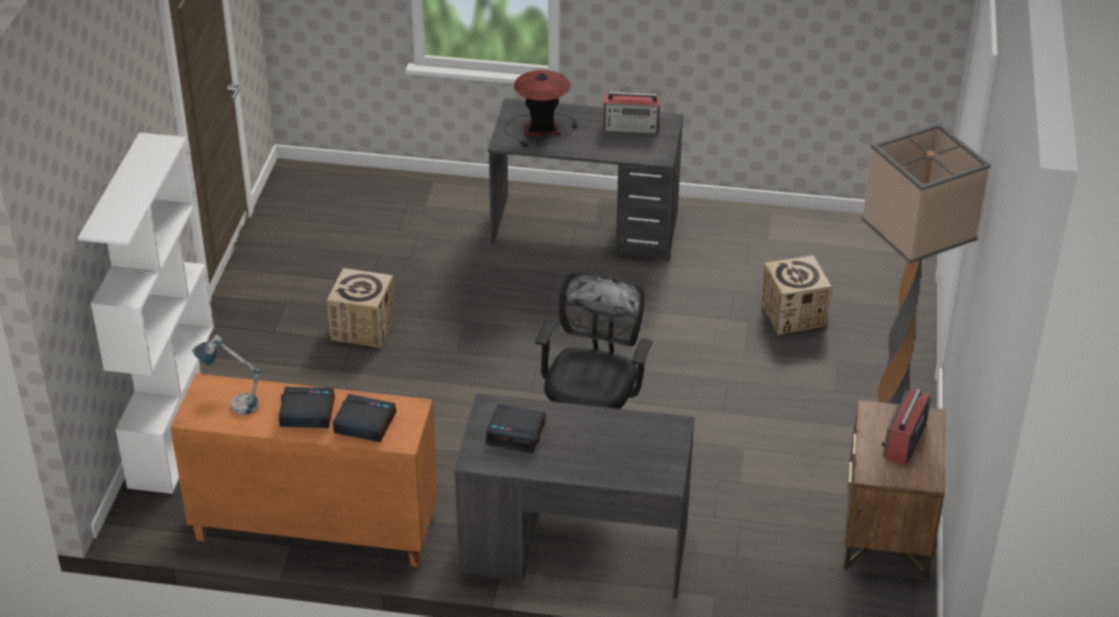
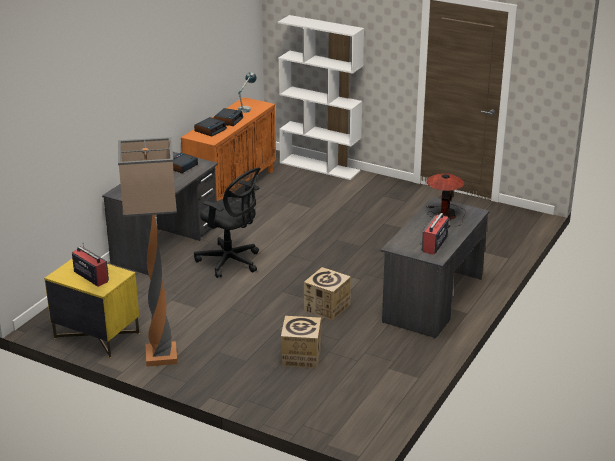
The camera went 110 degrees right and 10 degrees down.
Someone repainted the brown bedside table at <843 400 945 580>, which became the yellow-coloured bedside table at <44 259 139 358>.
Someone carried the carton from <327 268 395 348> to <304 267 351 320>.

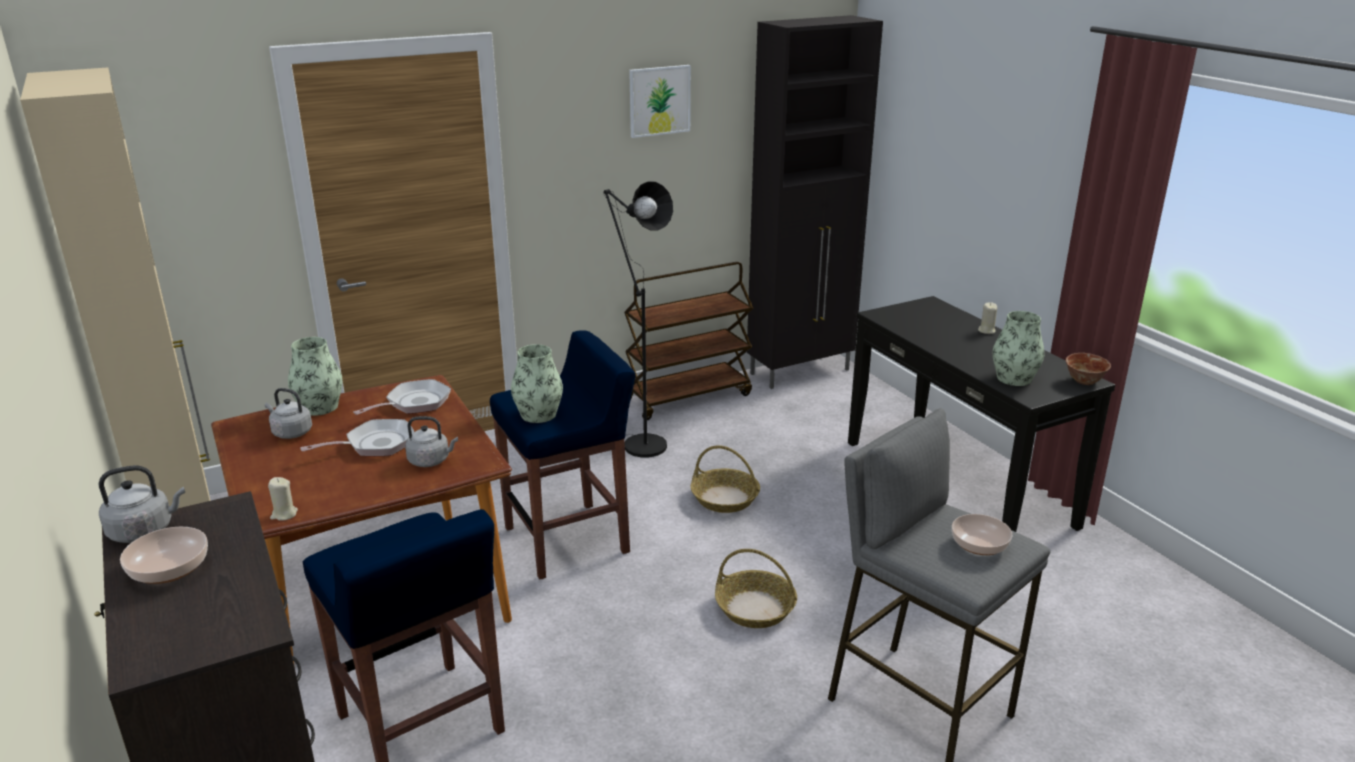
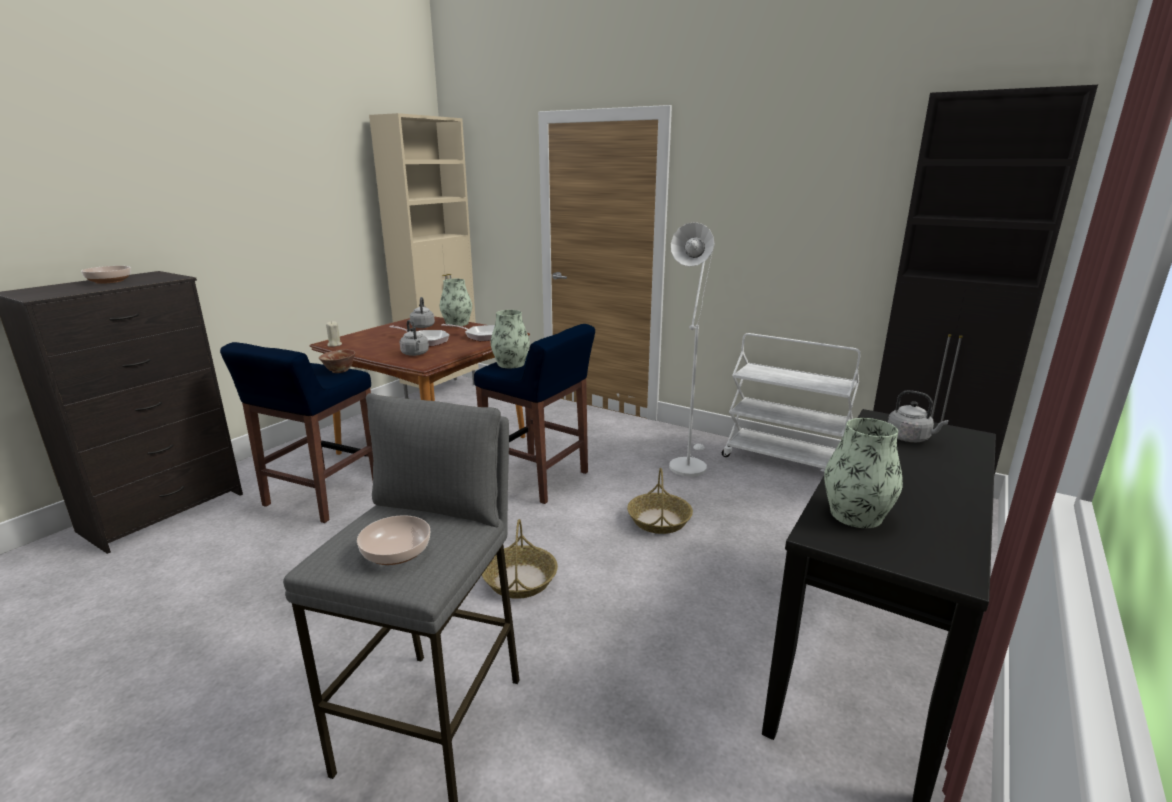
The camera went 60 degrees right and 5 degrees down.
Someone carried the bowl from <1066 353 1111 385> to <319 349 355 373>.
Someone repainted the black standard lamp at <603 181 673 458>, which became the white-coloured standard lamp at <669 222 715 477>.
Someone repainted the brown cart at <624 262 754 420>, which became the white-coloured cart at <722 333 860 472>.
Someone carried the gray water kettle from <99 465 185 543> to <888 390 948 442>.
Someone took away the picture at <629 65 691 138>.
Someone took away the beige-coloured wax candle at <978 302 997 334>.

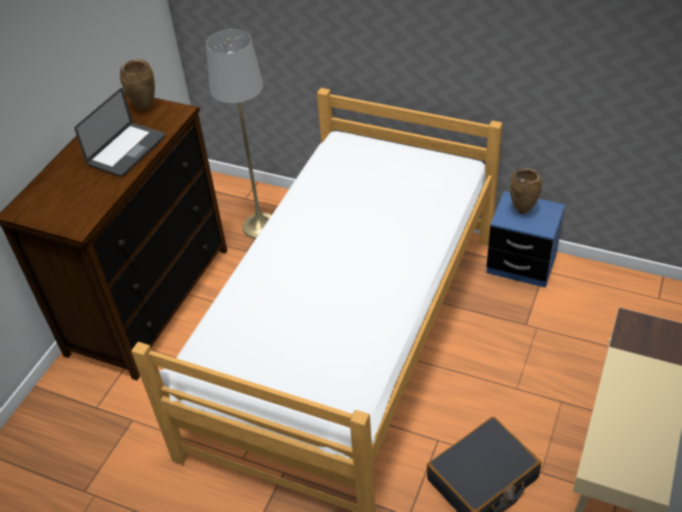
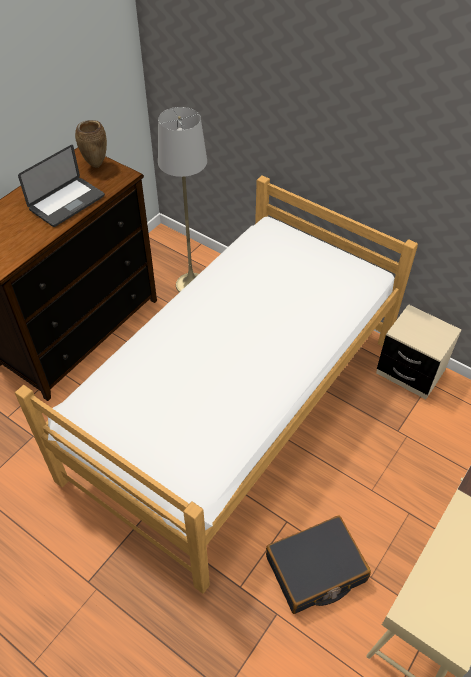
The camera went 10 degrees right and 5 degrees up.
Someone repainted the blue bedside table at <486 191 565 288>, which became the beige-coloured bedside table at <376 304 461 399>.
Someone took away the brown flower vase at <510 168 542 214>.

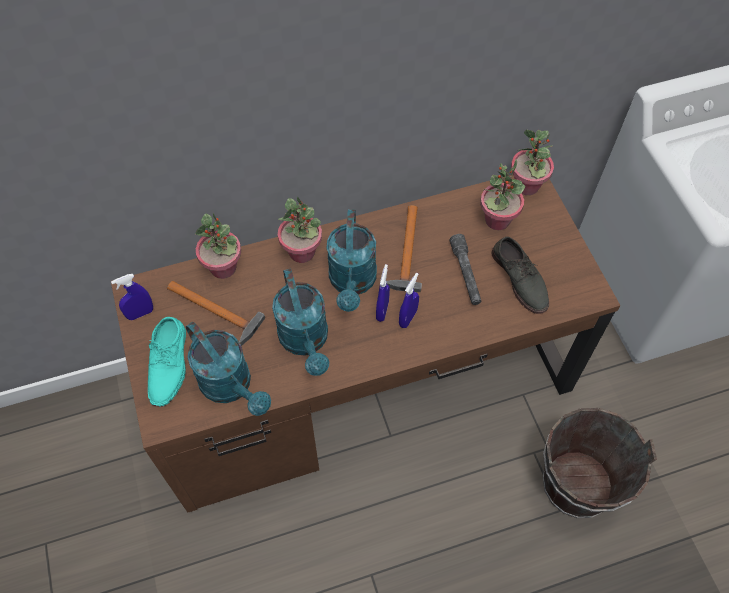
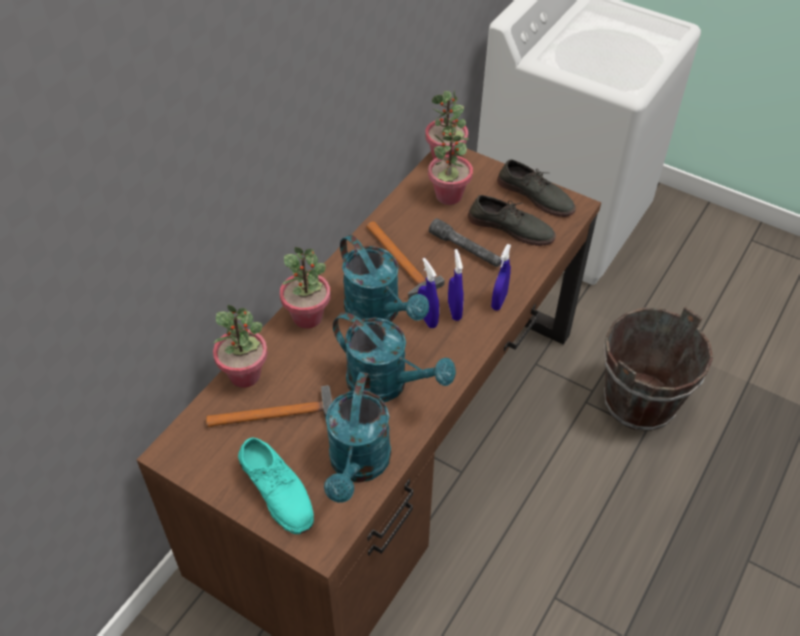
The camera went 40 degrees left and 10 degrees down.
Someone rotated the blue-green watering pot at <186 322 271 416> by 90 degrees clockwise.
Someone carried the blue sprayer from <111 274 153 320> to <491 244 511 311>.
Someone put down the gray shoe at <497 159 576 217>.

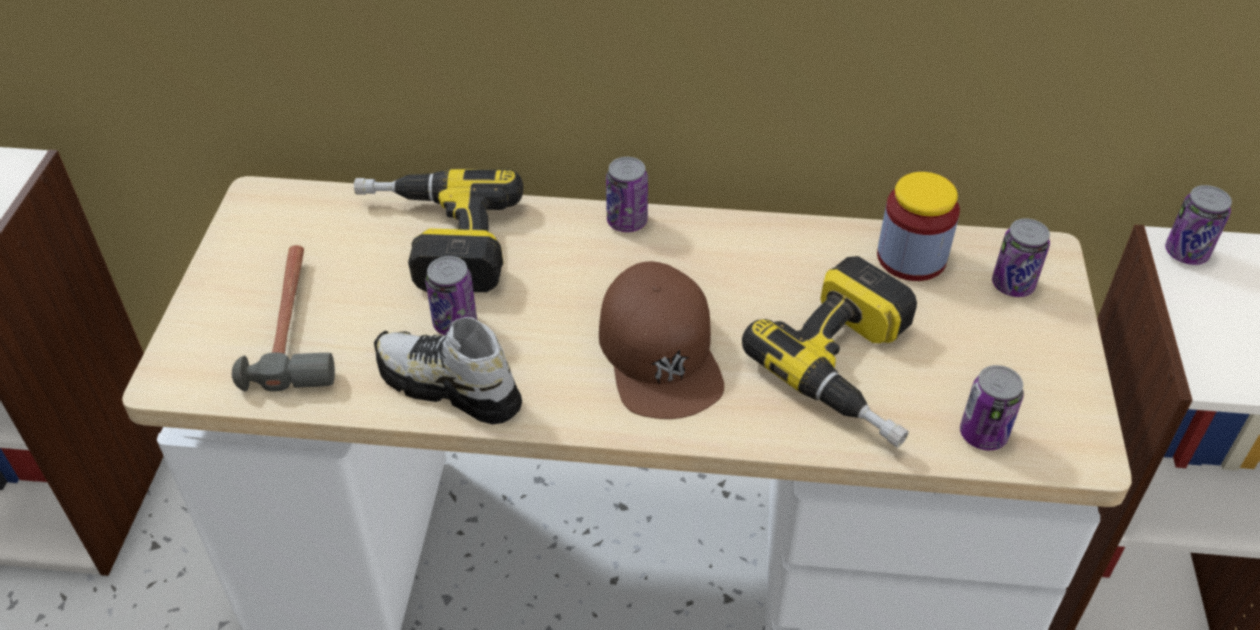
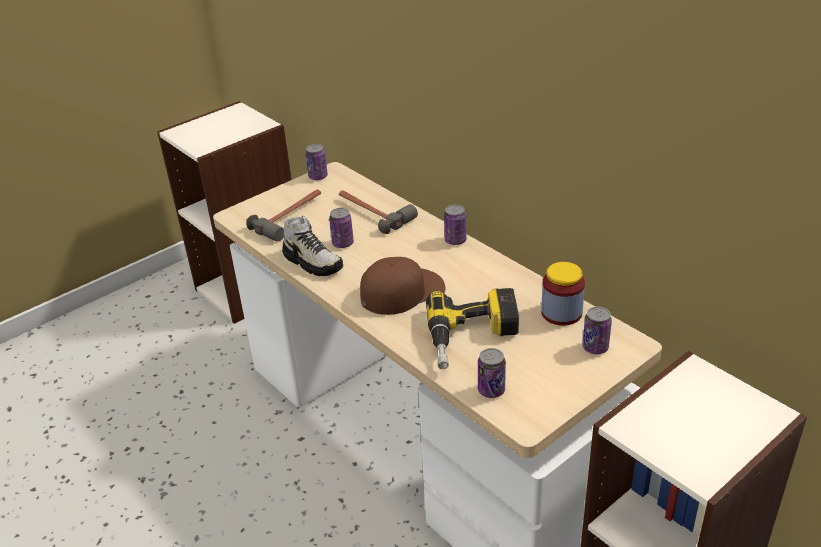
The camera went 45 degrees right and 10 degrees down.
Someone rotated the shoe at <374 317 522 424> by 150 degrees clockwise.
Someone carried the sealed can from <1165 185 1232 265> to <305 144 328 180>.
Someone swapped the electric drill at <354 169 523 292> for the hand hammer at <339 190 418 234>.
Someone rotated the brown peaked cap at <599 261 724 419> by 150 degrees counterclockwise.

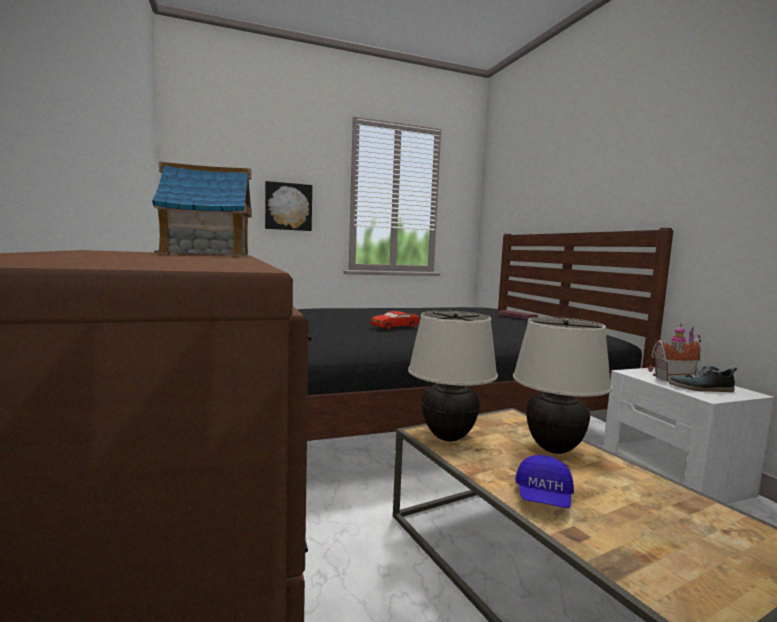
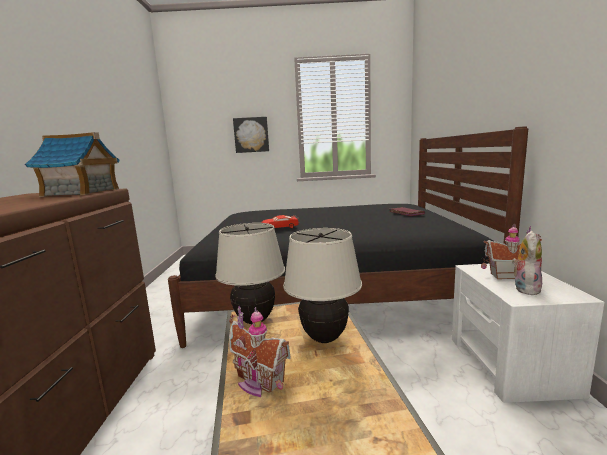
The camera went 20 degrees right and 5 degrees up.
Someone swapped the blue peaked cap at <515 455 574 508> for the toy house at <229 306 291 397>.
Someone swapped the shoe at <669 365 737 392> for the cuddly toy at <512 231 542 295>.

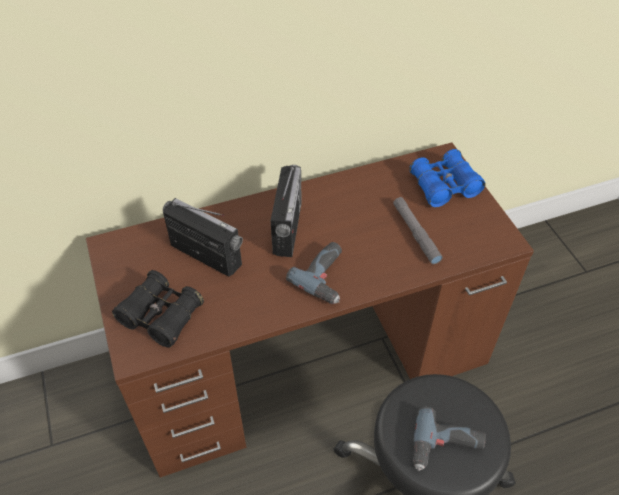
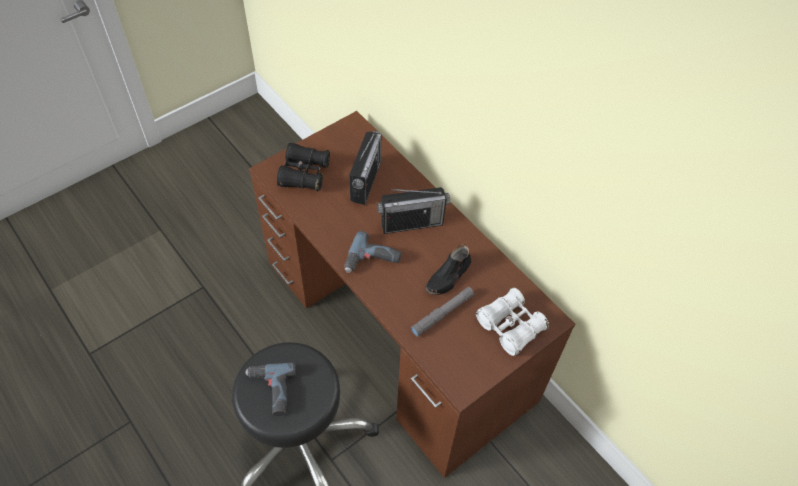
The camera went 70 degrees right and 5 degrees up.
Someone put down the black shoe at <425 245 471 295>.
Someone repainted the blue field glasses at <409 149 486 207>, which became the white-coloured field glasses at <476 287 549 356>.

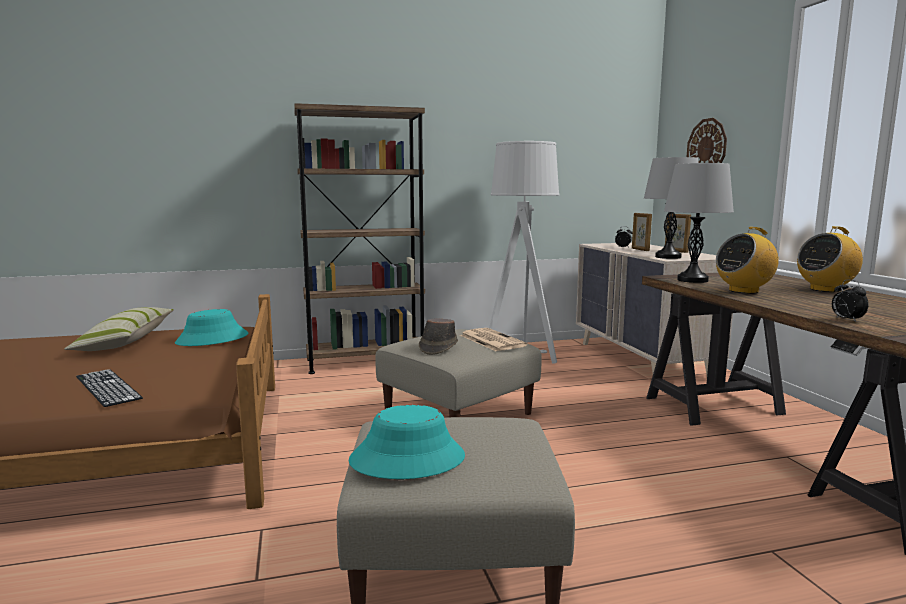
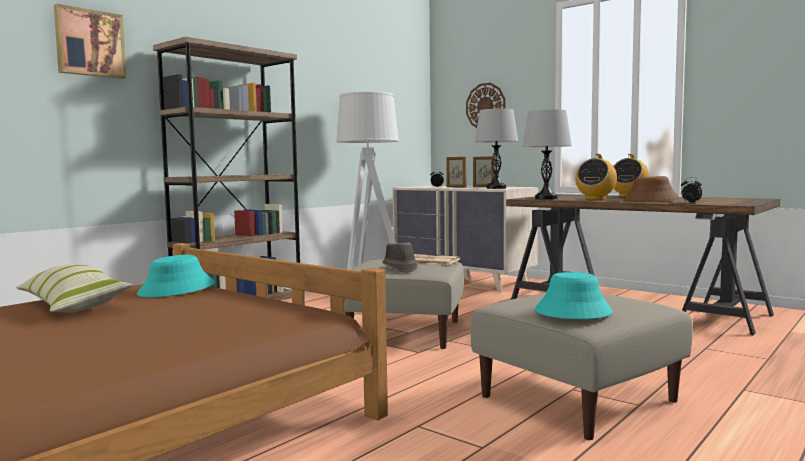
The camera went 35 degrees left and 5 degrees down.
Someone put up the picture at <54 4 126 79>.
Someone put down the brown wearable hat at <623 176 680 201>.
Someone took away the computer keyboard at <76 369 143 407>.

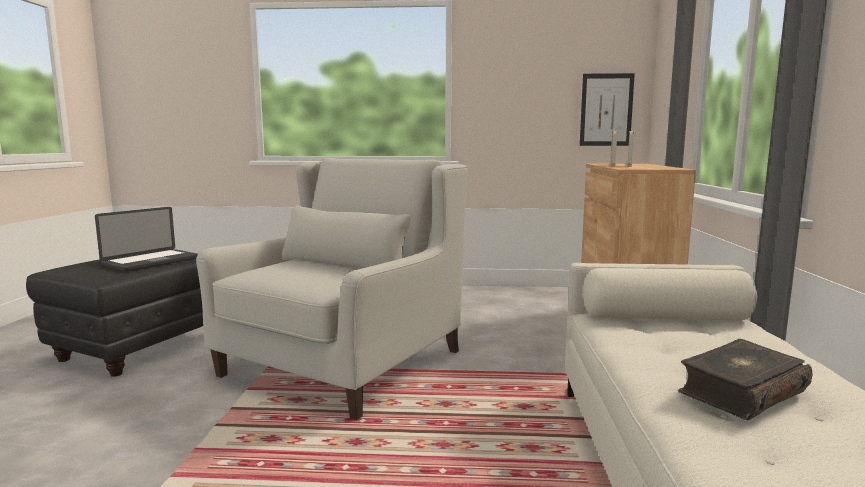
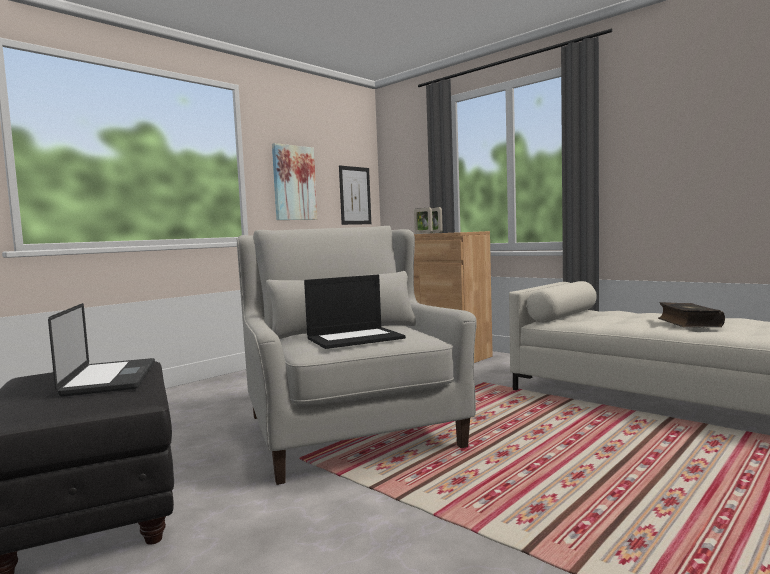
The camera went 50 degrees left and 5 degrees down.
Someone put up the picture at <272 143 317 220>.
Someone put down the laptop at <304 275 406 349>.

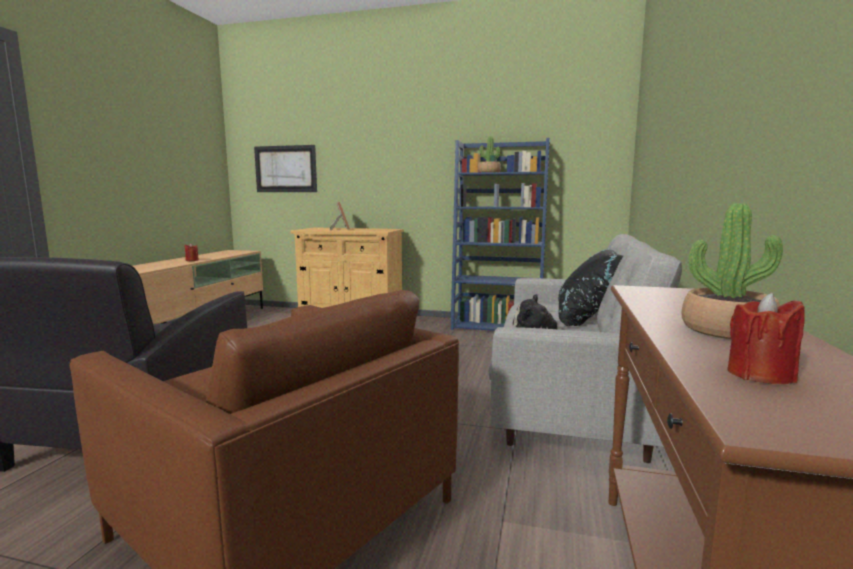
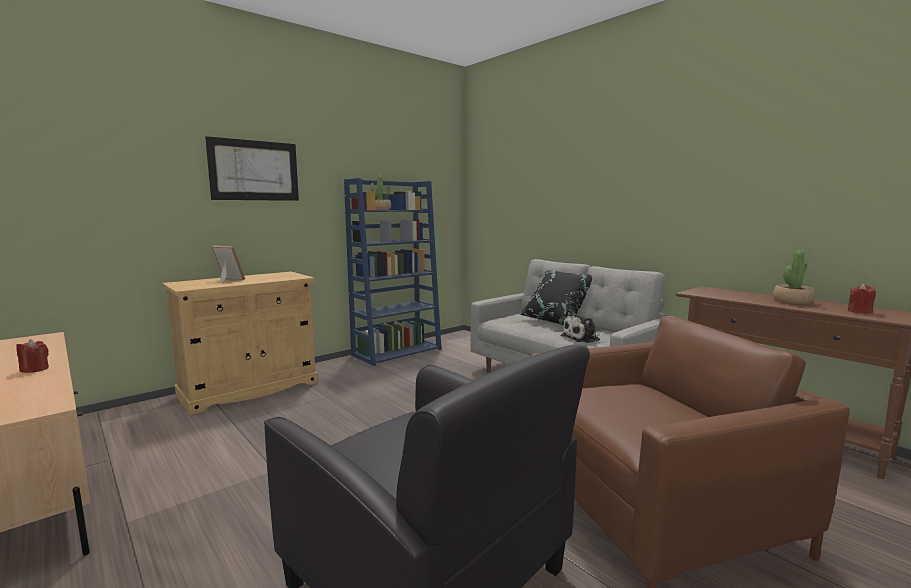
The camera went 55 degrees left and 0 degrees up.
Someone carried the picture from <254 145 317 192> to <205 136 299 201>.

